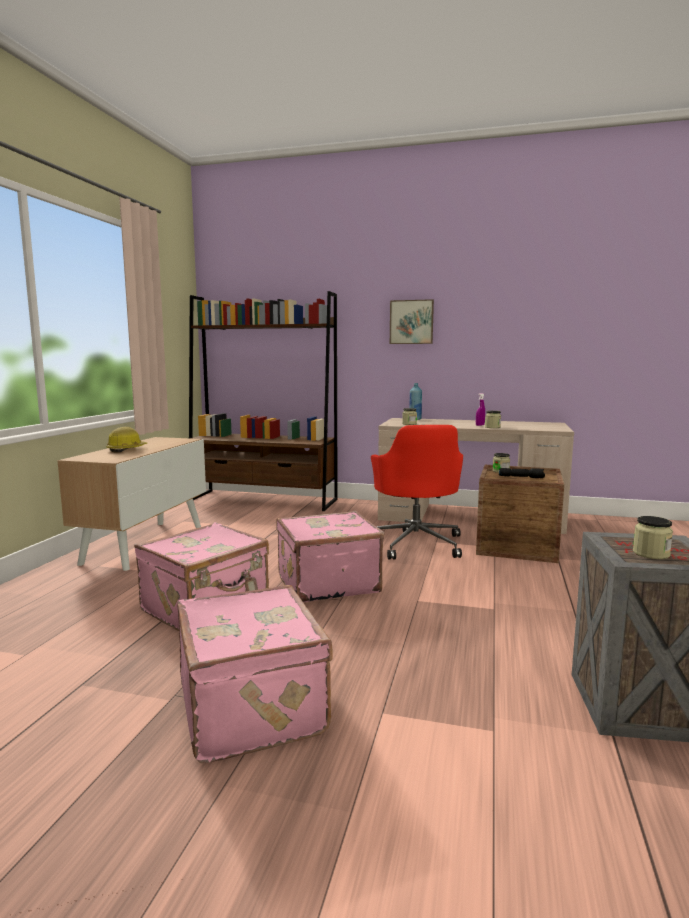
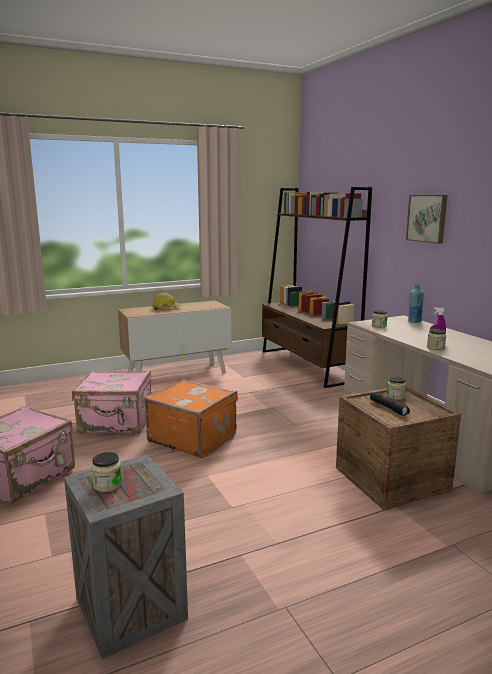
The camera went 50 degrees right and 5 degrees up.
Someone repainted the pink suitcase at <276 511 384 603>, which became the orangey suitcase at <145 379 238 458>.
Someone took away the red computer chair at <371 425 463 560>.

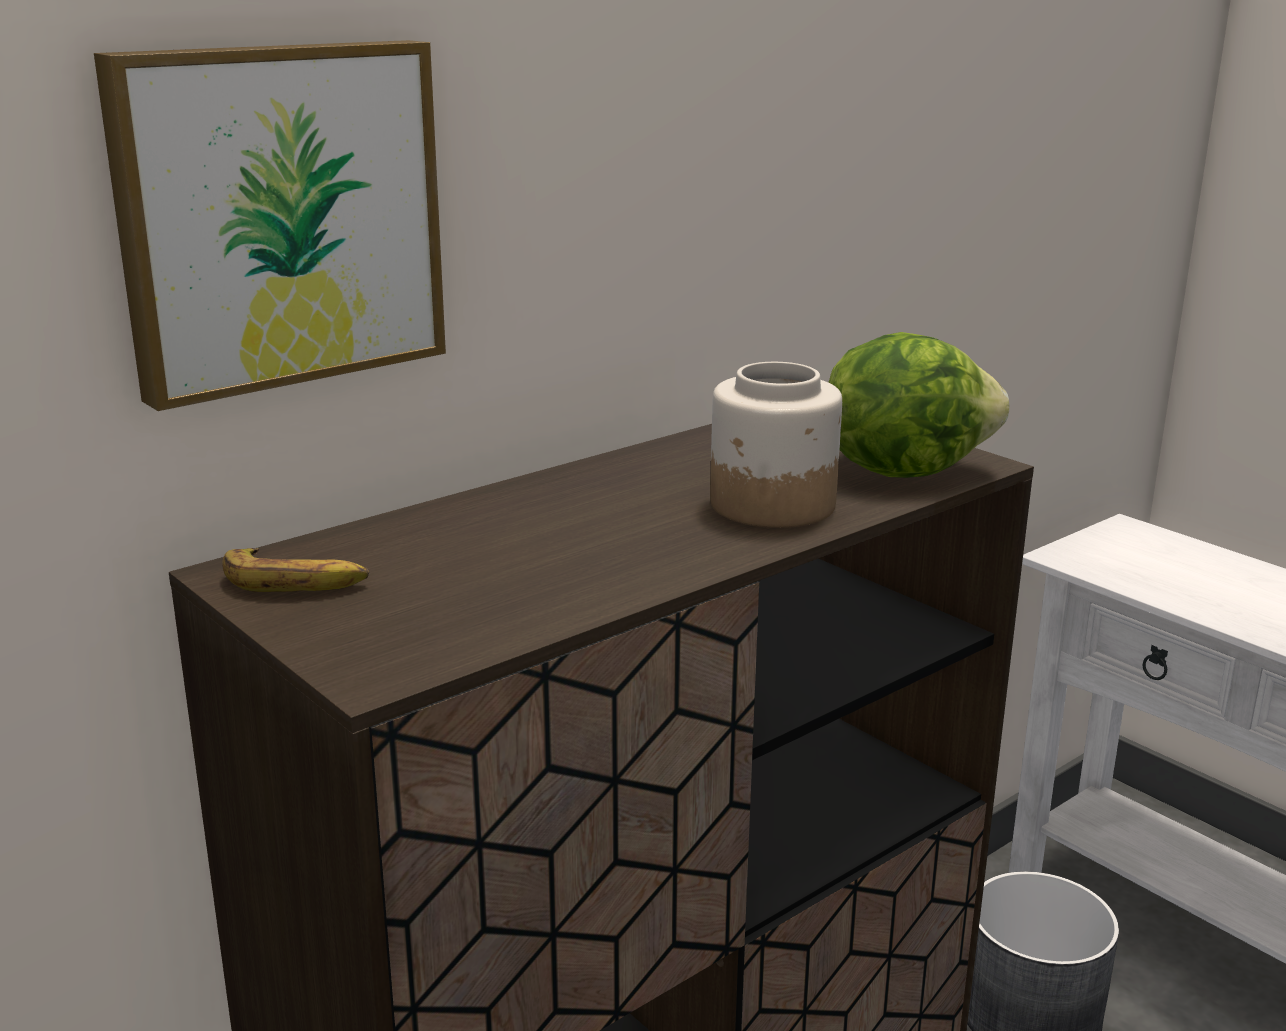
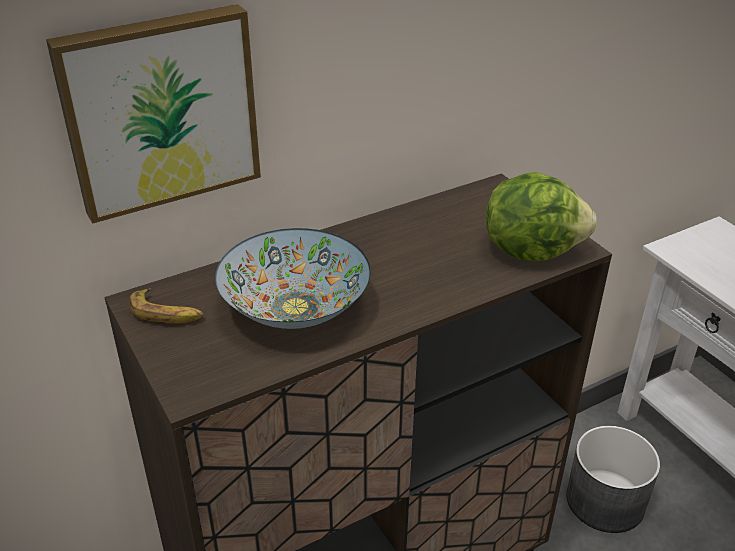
The camera went 10 degrees right and 15 degrees up.
Someone put down the bowl at <215 228 370 329>.
Someone took away the jar at <710 362 842 528>.

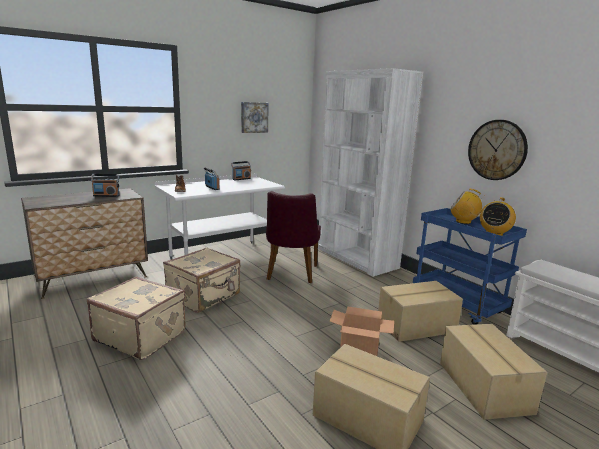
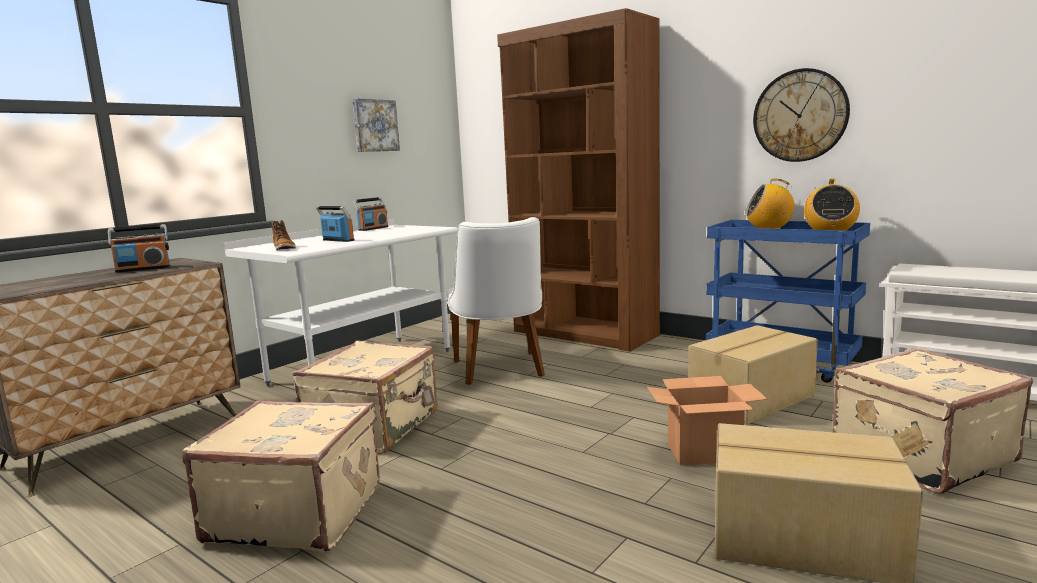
The camera went 15 degrees left and 5 degrees down.
Someone repainted the purple-coloured plain chair at <266 191 321 283>, which became the white-coloured plain chair at <446 217 545 385>.
Someone repainted the white-coloured bookshelf at <318 68 423 277>, which became the brown bookshelf at <497 8 660 352>.
Someone swapped the carton at <440 324 547 420> for the beige-coloured suitcase at <832 348 1033 494>.

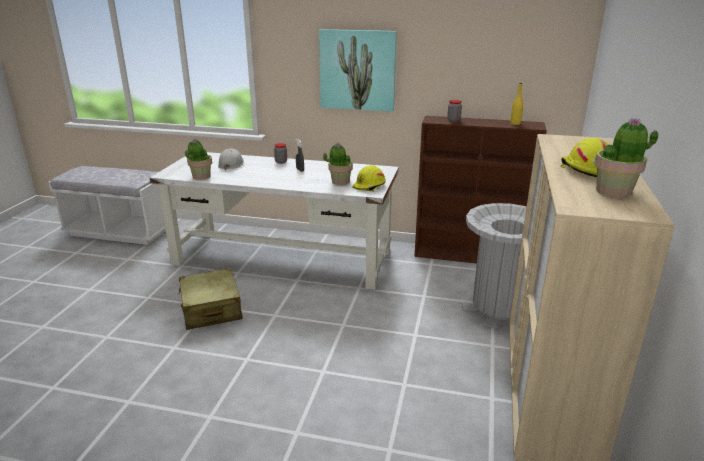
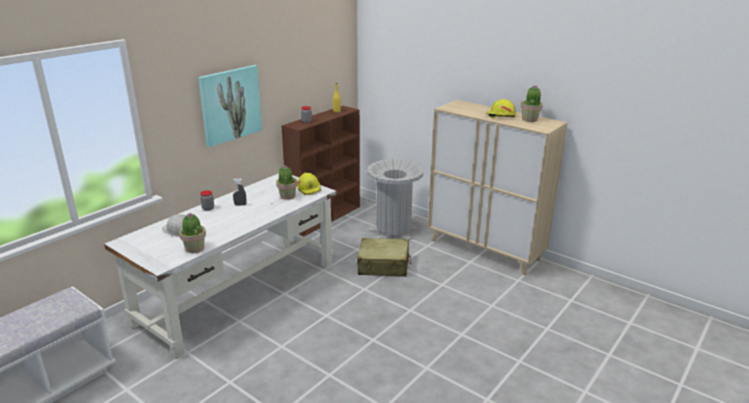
The camera went 65 degrees left and 0 degrees up.
Someone carried the beige-coloured suitcase from <179 268 243 330> to <357 238 411 277>.

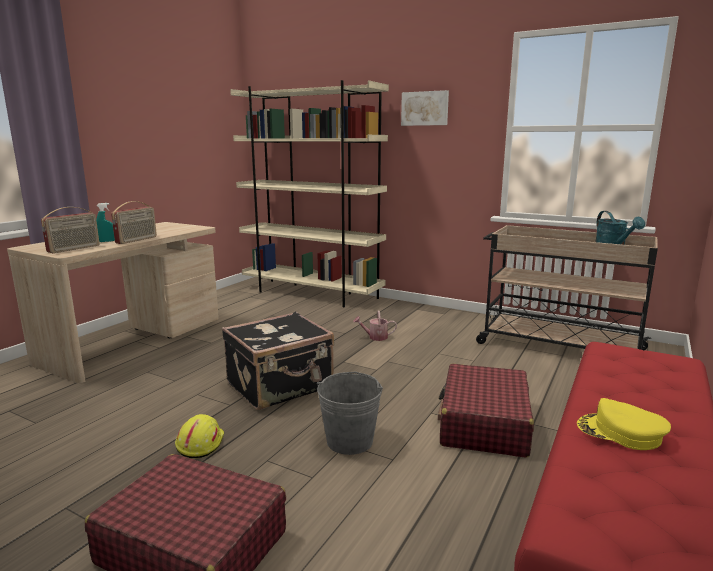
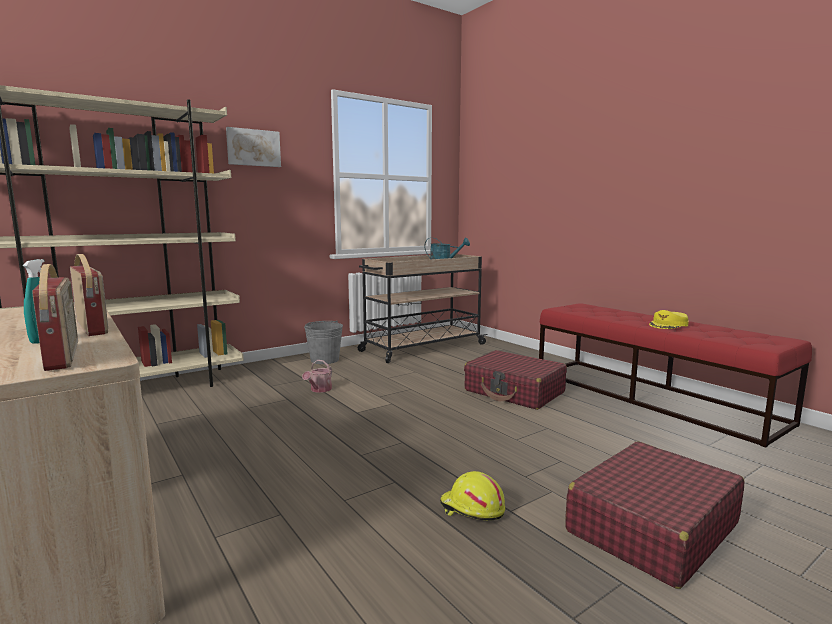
The camera went 65 degrees left and 5 degrees down.
Someone carried the gray water bucket from <317 372 383 455> to <304 320 343 364>.
Someone took away the black suitcase at <222 312 334 410>.

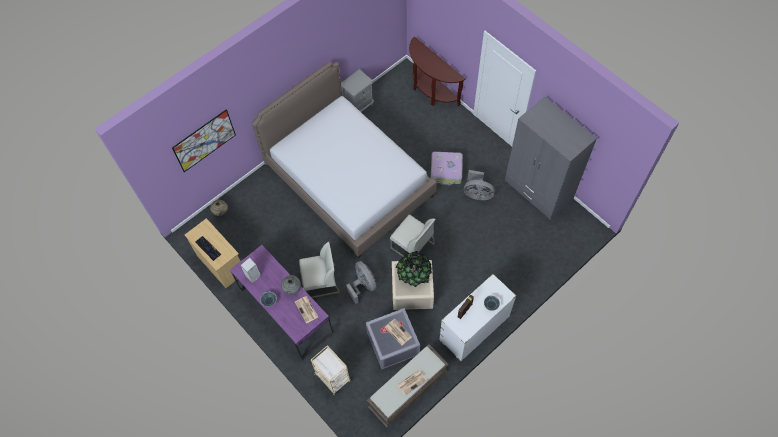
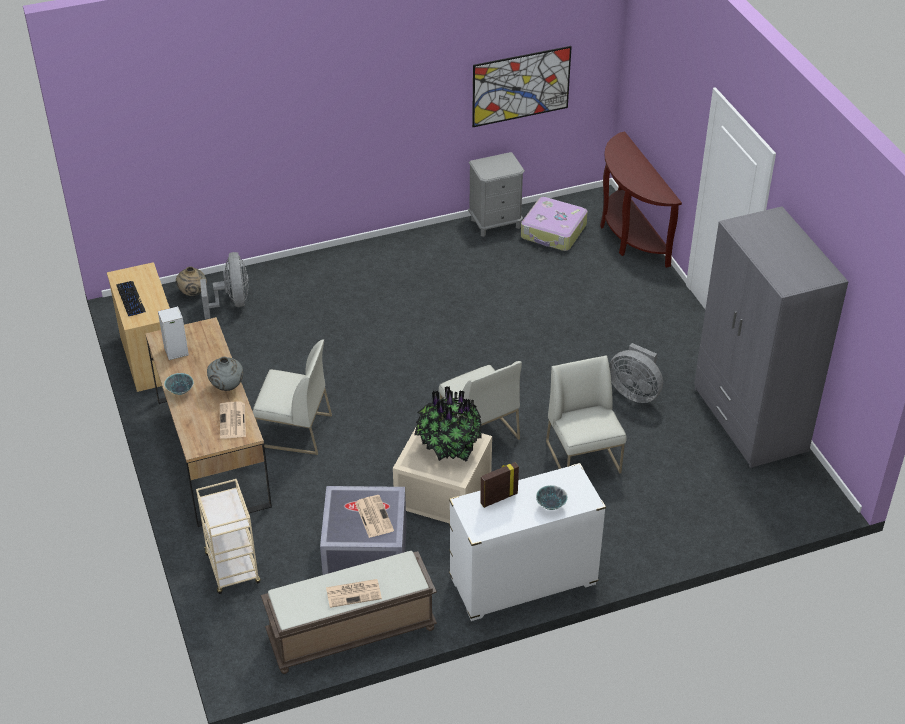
The camera went 20 degrees right and 20 degrees down.
Someone repainted the purple-coloured desk table at <230 245 333 360>, which became the brown desk table at <145 317 272 527>.
Someone carried the gray fan from <346 261 377 304> to <200 252 249 319>.
Someone carried the picture from <172 109 236 172> to <472 46 572 127>.
Someone carried the suitcase from <431 152 463 186> to <521 197 588 251>.
Someone put down the white-coloured plain chair at <546 355 627 474>.
Someone took away the bed at <252 62 437 258>.

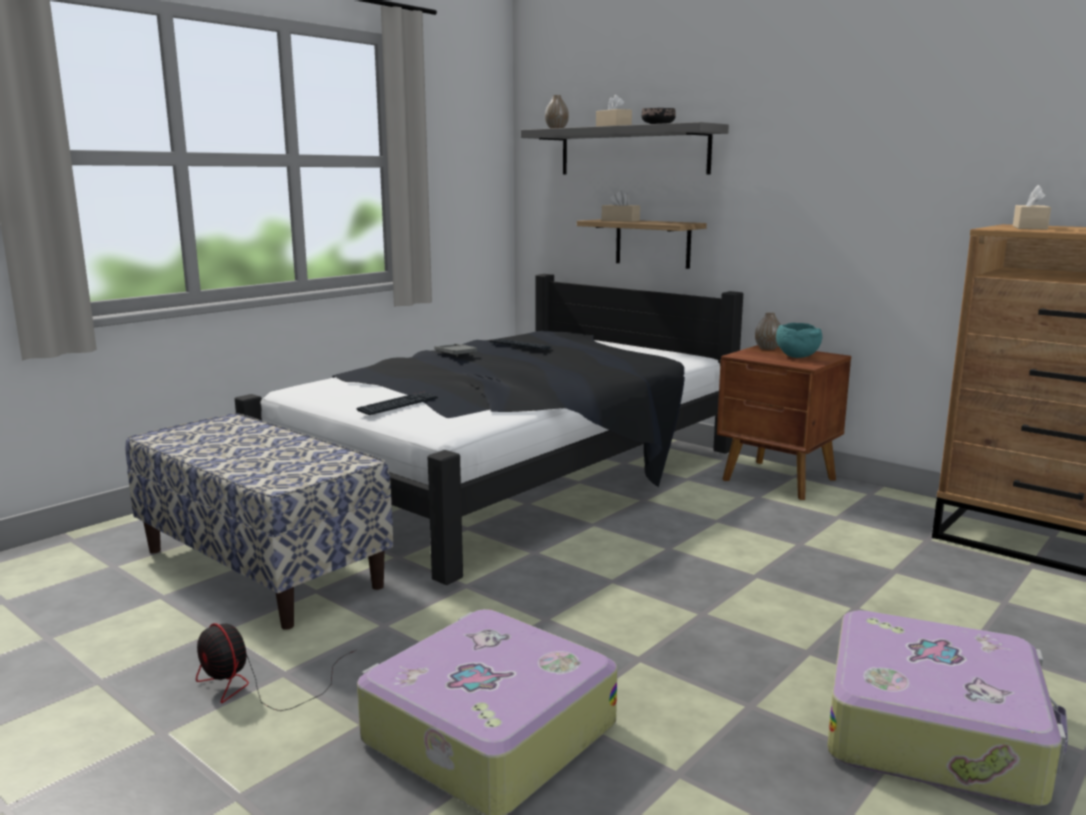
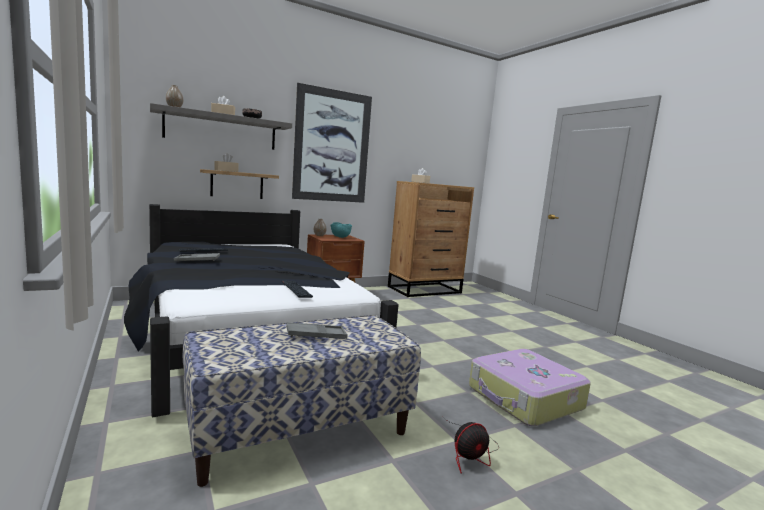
The camera went 70 degrees left and 5 degrees down.
Someone put down the gray serving tray at <286 322 348 339>.
Someone put up the picture at <292 83 372 203>.
Someone took away the suitcase at <827 610 1068 806>.

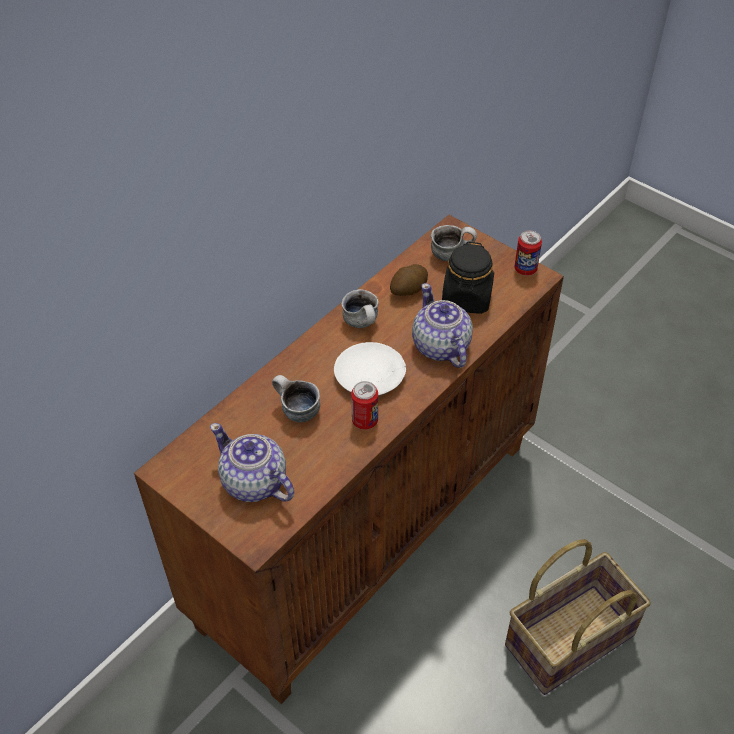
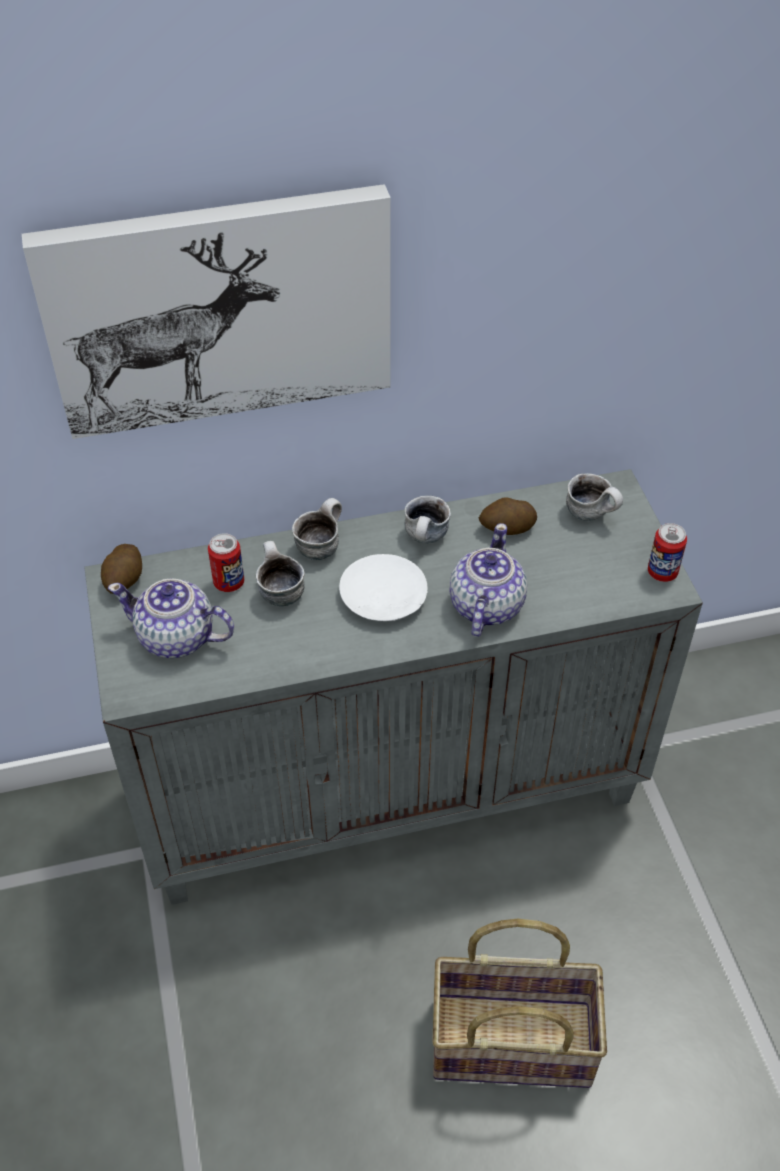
The camera went 35 degrees right and 0 degrees up.
Someone put up the picture at <22 184 391 439>.
Someone repainted the brown cabinet at <134 215 564 704>, which became the gray cabinet at <84 469 703 905>.
Someone put down the whole potato at <101 544 142 594>.
Someone rotated the tea pot at <210 423 294 502> by 60 degrees counterclockwise.
Someone carried the sealed can from <351 381 378 430> to <208 533 244 592>.
Someone put down the coffee mug at <292 498 342 560>.
Someone took away the black jar at <442 241 494 314>.

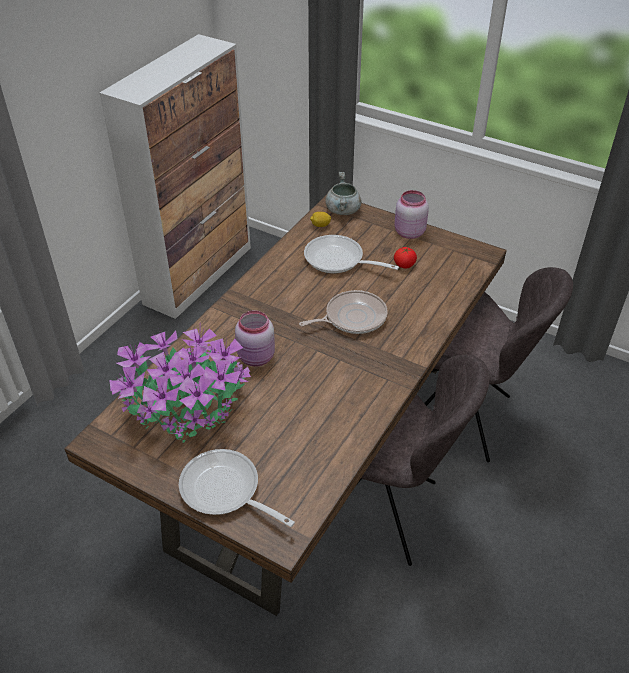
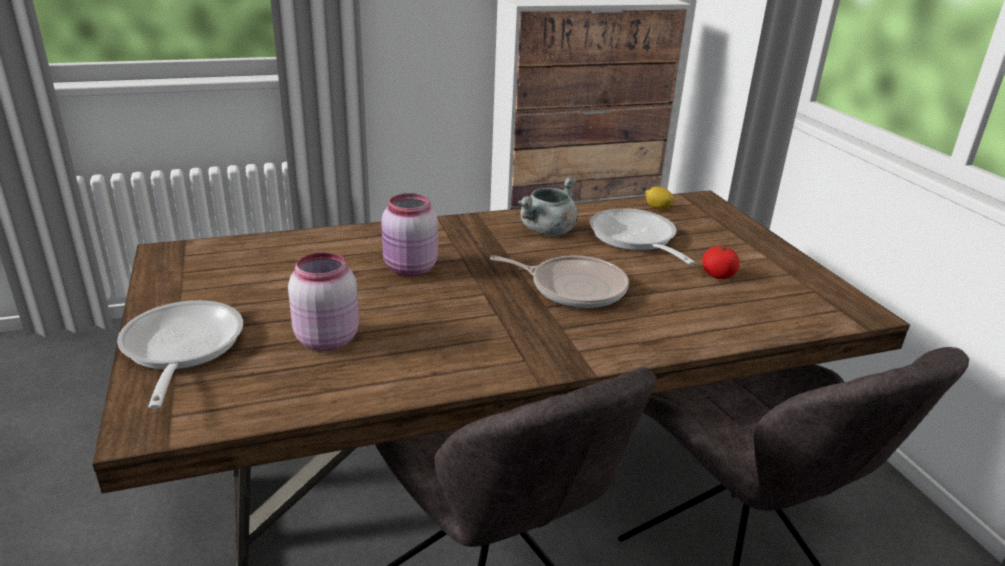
The camera went 40 degrees right and 15 degrees down.
Someone carried the pink jar from <394 190 429 239> to <288 252 359 351>.
Someone carried the gray saucepot from <325 172 362 215> to <518 176 578 236>.
Someone took away the potted plant at <109 327 251 443>.

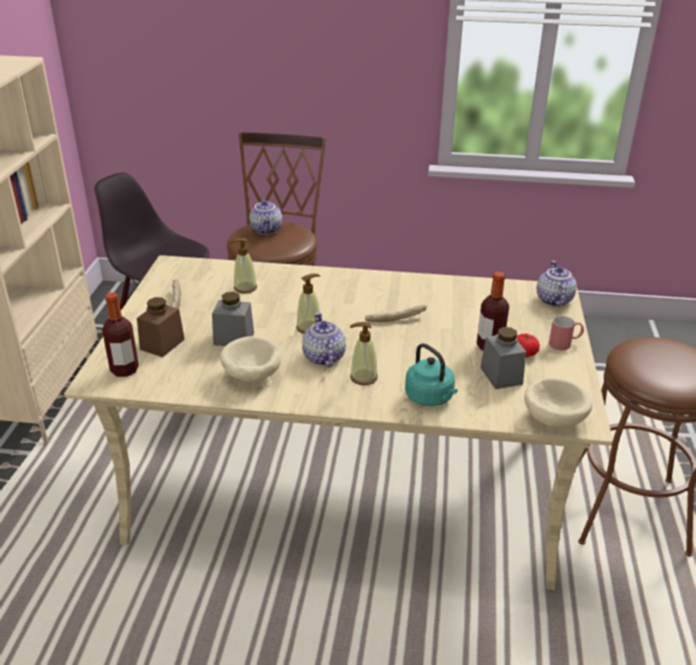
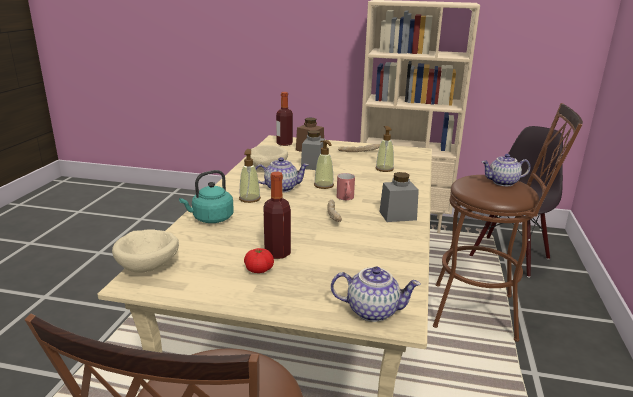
The camera went 95 degrees right and 10 degrees down.
Someone carried the red coffee mug from <549 316 584 350> to <337 173 355 200>.
Someone carried the gray jar from <480 327 526 389> to <379 172 419 222>.

